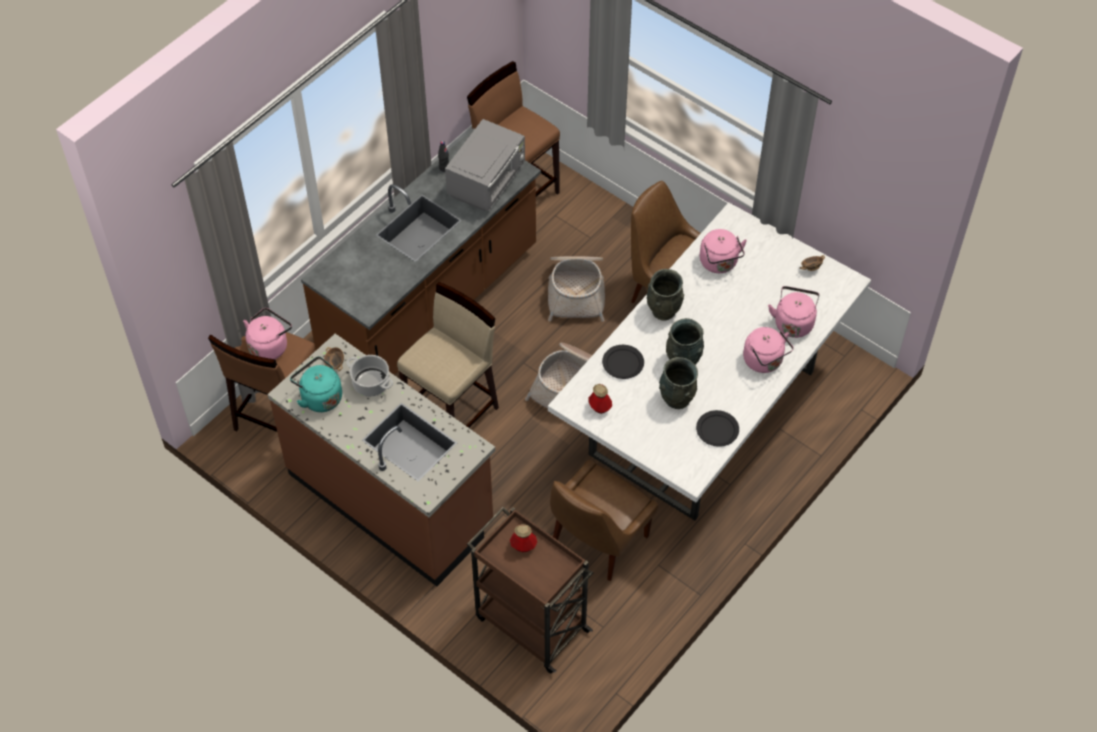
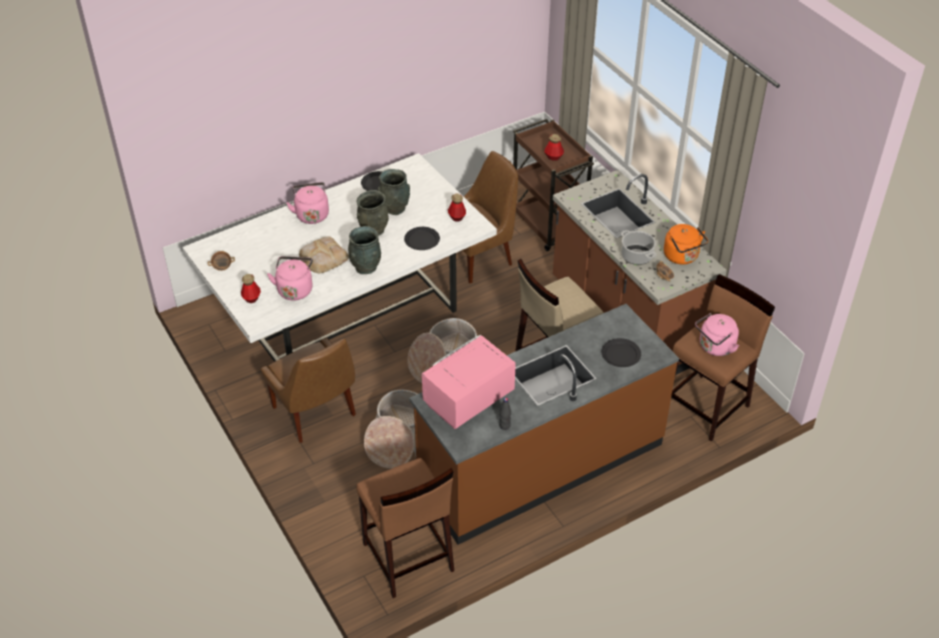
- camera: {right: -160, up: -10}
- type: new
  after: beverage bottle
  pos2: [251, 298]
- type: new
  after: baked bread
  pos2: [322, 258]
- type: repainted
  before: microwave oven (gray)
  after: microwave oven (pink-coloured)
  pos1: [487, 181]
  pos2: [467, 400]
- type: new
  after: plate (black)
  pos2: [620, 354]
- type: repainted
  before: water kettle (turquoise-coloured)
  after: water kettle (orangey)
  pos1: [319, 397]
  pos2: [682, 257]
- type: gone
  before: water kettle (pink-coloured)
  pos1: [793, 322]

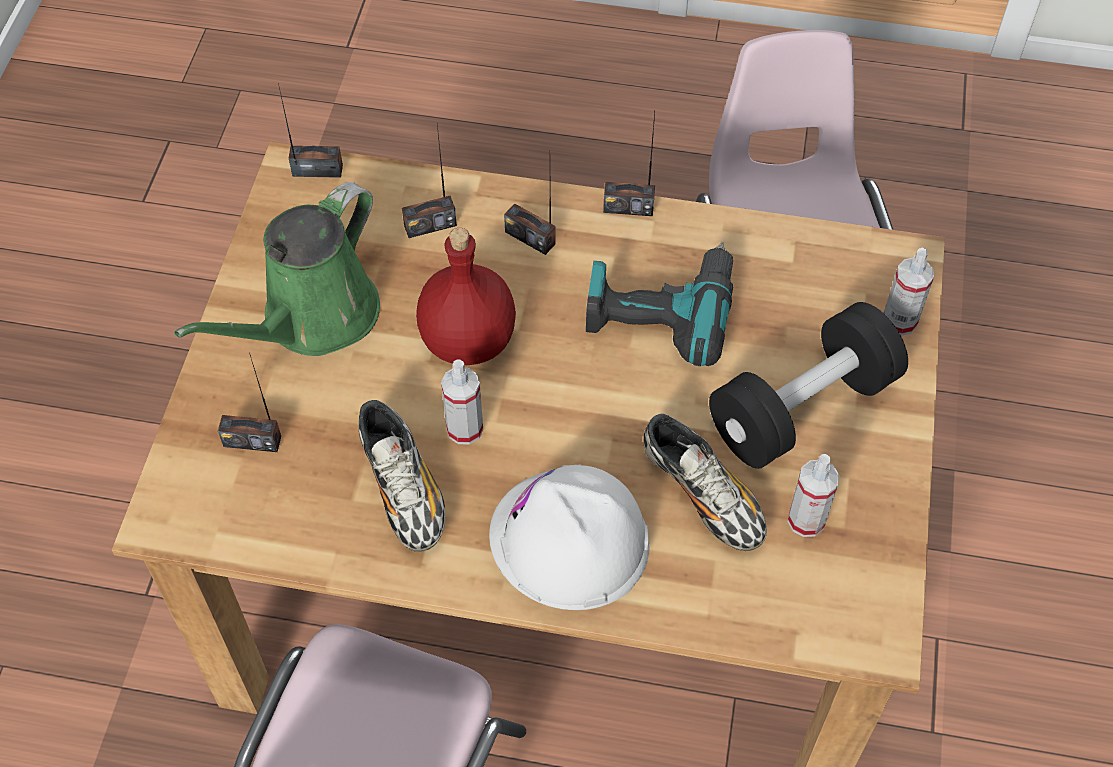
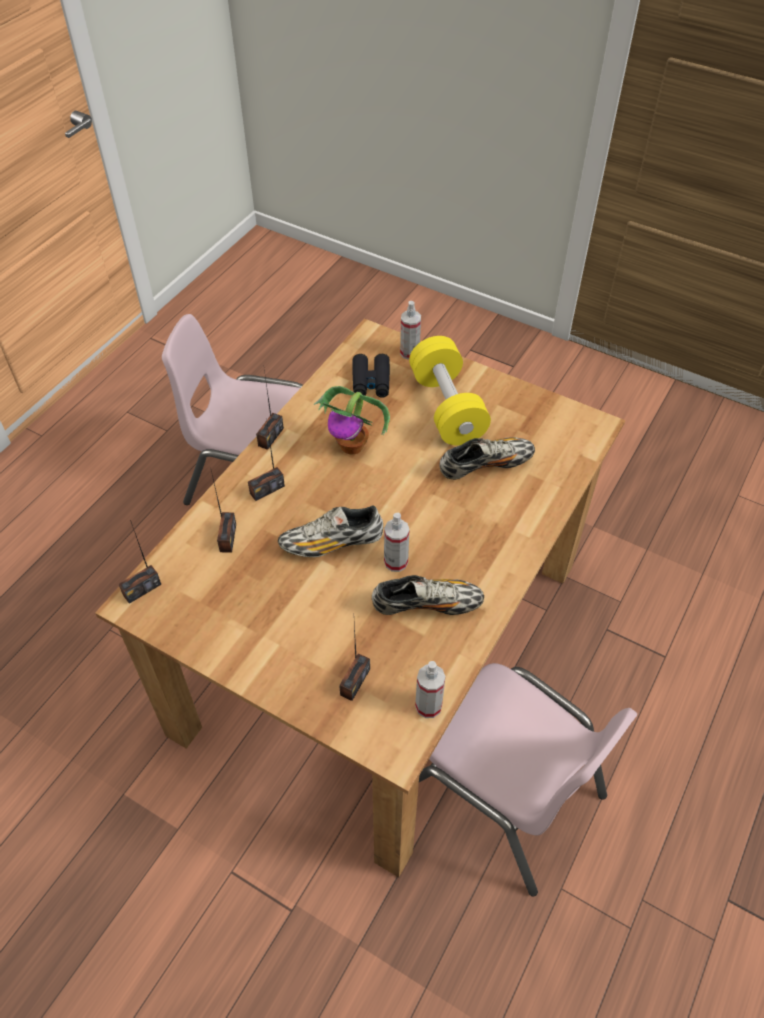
- camera: {right: -70, up: -5}
- type: rotated
  before: radio
  pos1: [317, 171]
  pos2: [142, 589]
  turn: -150
- type: swapped
  before: beverage bottle (red)
  after: item of footwear
  pos1: [467, 342]
  pos2: [332, 543]
- type: swapped
  before: power drill
  after: houseplant
  pos1: [659, 309]
  pos2: [353, 445]
- type: new
  after: pair of binoculars (black)
  pos2: [371, 381]
- type: repainted
  before: free weight (black)
  after: free weight (yellowish)
  pos1: [802, 408]
  pos2: [447, 408]
- type: shifted
  before: sprayer
  pos1: [806, 520]
  pos2: [428, 706]
- type: gone
  before: sprinkling can (green-coloured)
  pos1: [313, 319]
- type: gone
  before: work helmet (white-coloured)
  pos1: [569, 540]

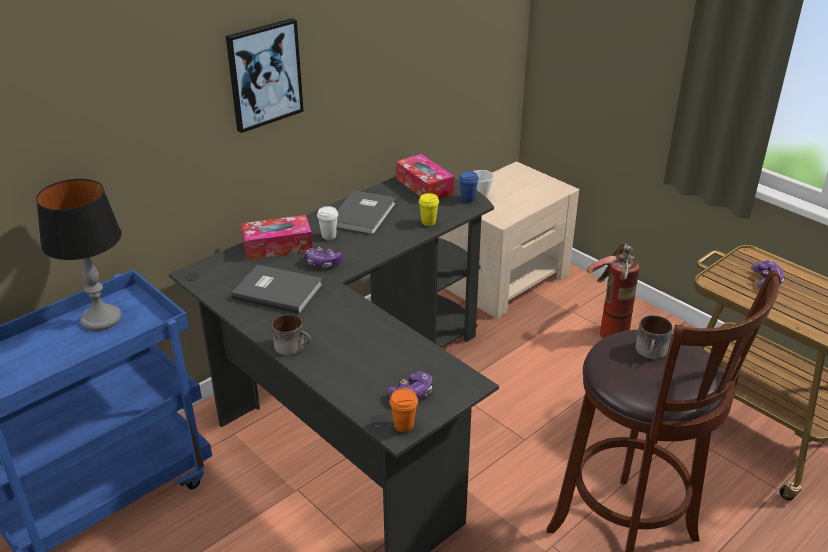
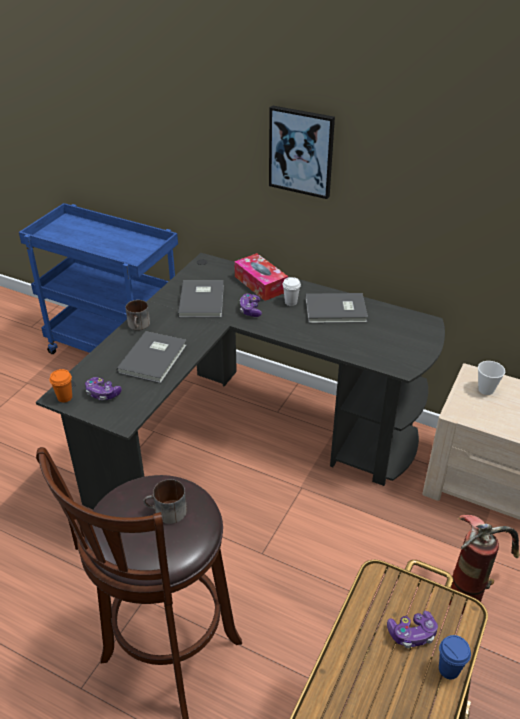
- camera: {right: 70, up: 5}
- type: new
  after: volume (gray)
  pos2: [155, 358]
- type: shifted
  before: cup (blue)
  pos1: [468, 199]
  pos2: [449, 669]
- type: gone
  before: table lamp
  pos1: [101, 319]
- type: gone
  before: box of tissues
  pos1: [424, 186]
- type: gone
  before: cup (yellowish)
  pos1: [428, 222]

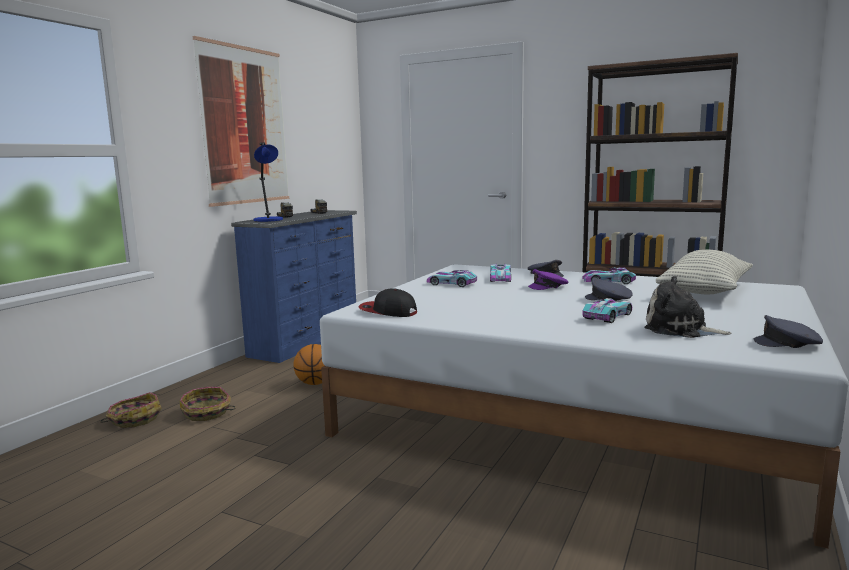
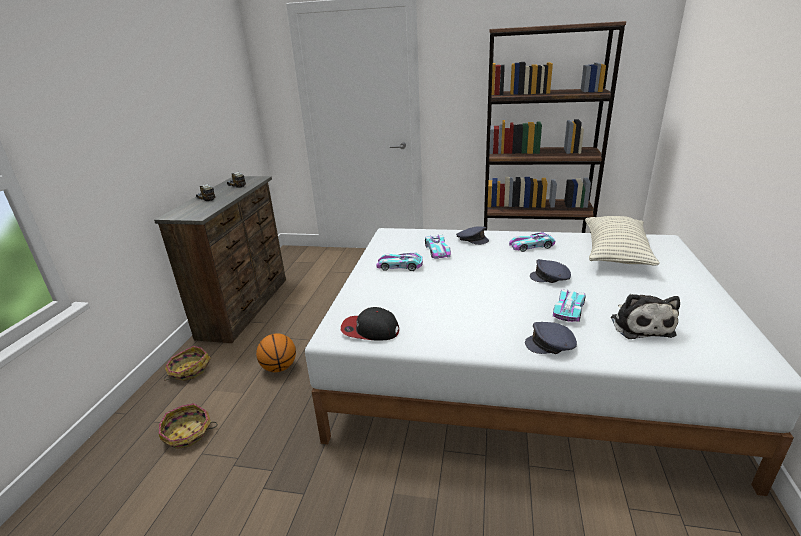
- camera: {right: -15, up: 15}
- type: repainted
  before: chest of drawers (blue)
  after: chest of drawers (brownish)
  pos1: [307, 341]
  pos2: [246, 306]
- type: shifted
  before: storage basket
  pos1: [134, 419]
  pos2: [189, 370]
- type: shifted
  before: baseball cap (gray)
  pos1: [788, 344]
  pos2: [551, 345]
- type: rotated
  before: plush toy
  pos1: [680, 329]
  pos2: [640, 325]
  turn: -105
- type: gone
  before: wall art
  pos1: [244, 125]
- type: gone
  before: table lamp (blue)
  pos1: [269, 220]
- type: gone
  before: baseball cap (purple)
  pos1: [549, 287]

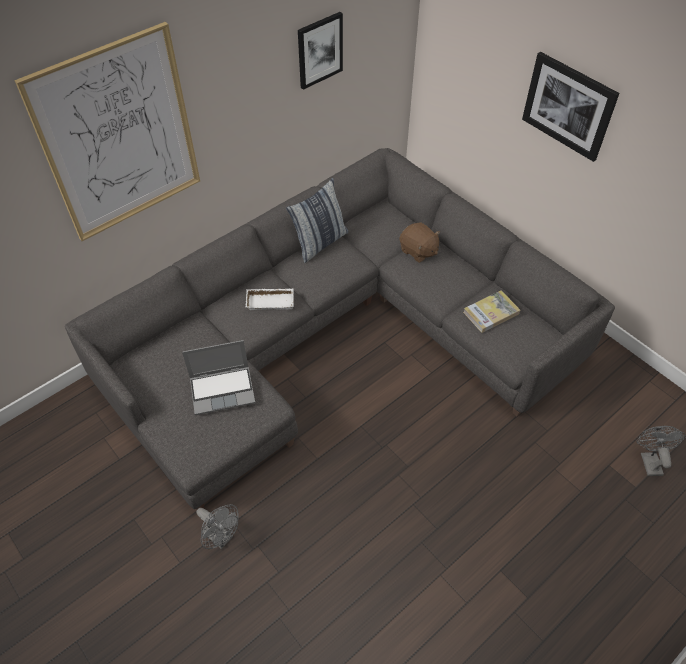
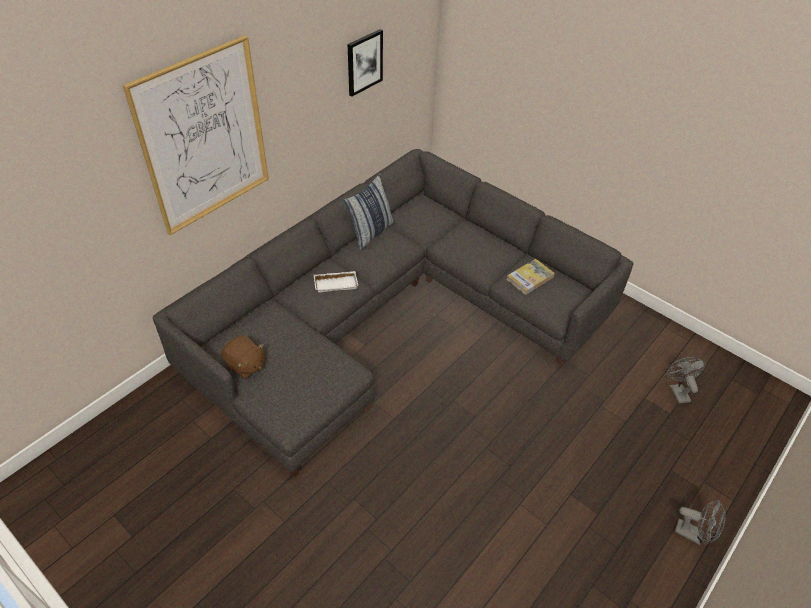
- camera: {right: -10, up: -5}
- type: shifted
  before: plush toy (brownish)
  pos1: [418, 251]
  pos2: [245, 365]
- type: shifted
  before: cooling fan (gray)
  pos1: [221, 537]
  pos2: [693, 534]
- type: gone
  before: notebook computer
  pos1: [223, 390]
- type: gone
  before: wall art
  pos1: [568, 106]

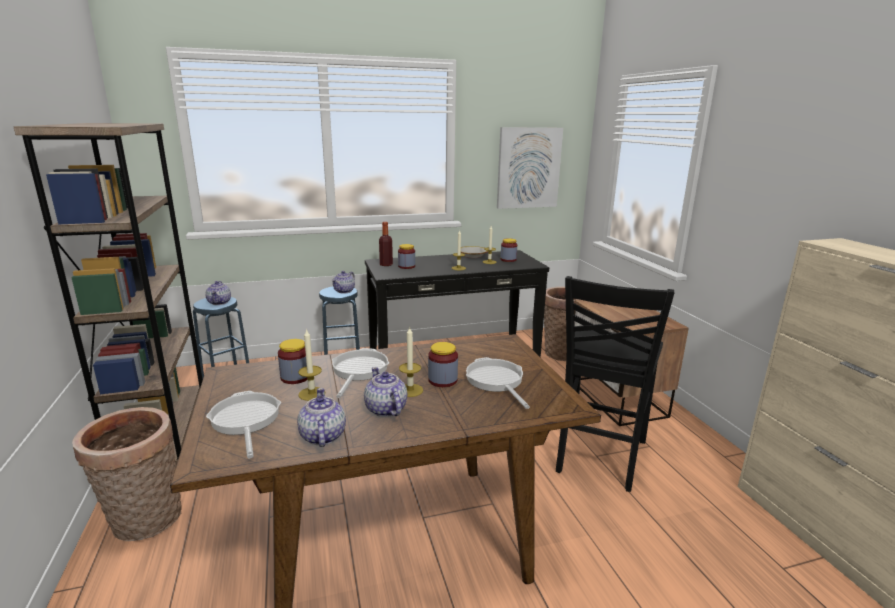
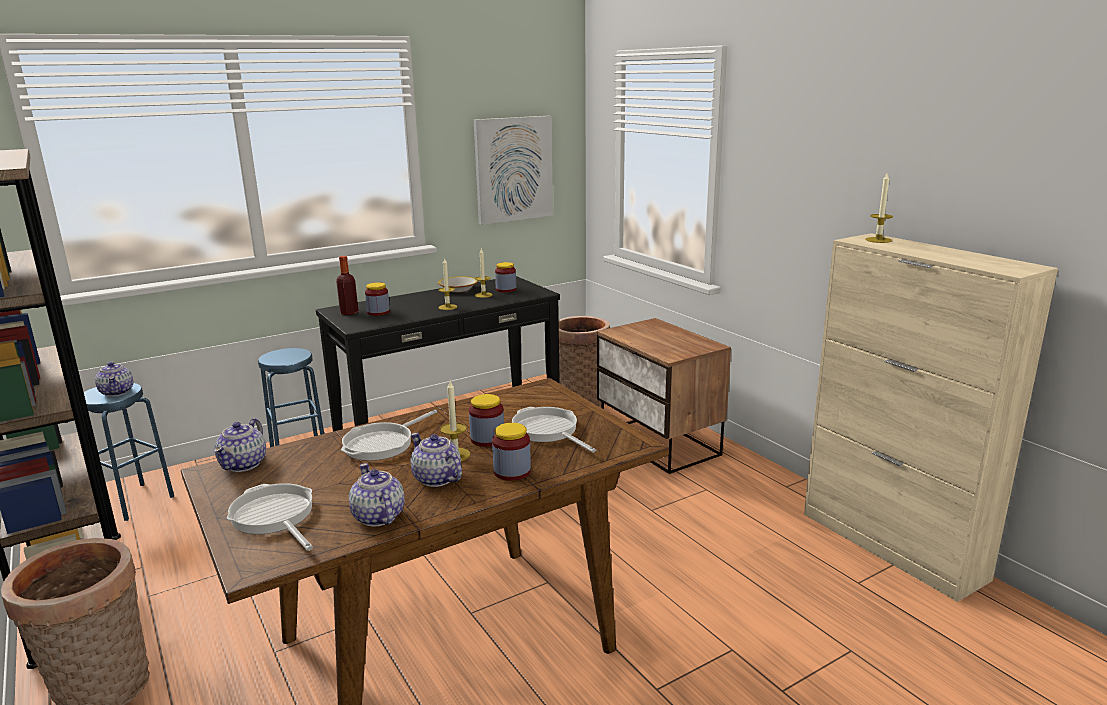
- camera: {right: -15, up: 0}
- type: shifted
  before: teapot
  pos1: [344, 291]
  pos2: [244, 464]
- type: rotated
  before: frying pan
  pos1: [358, 371]
  pos2: [382, 444]
  turn: -135
- type: shifted
  before: preserve jar
  pos1: [295, 377]
  pos2: [512, 472]
- type: shifted
  before: candle
  pos1: [312, 394]
  pos2: [878, 240]
- type: gone
  before: upright chair (black)
  pos1: [598, 456]

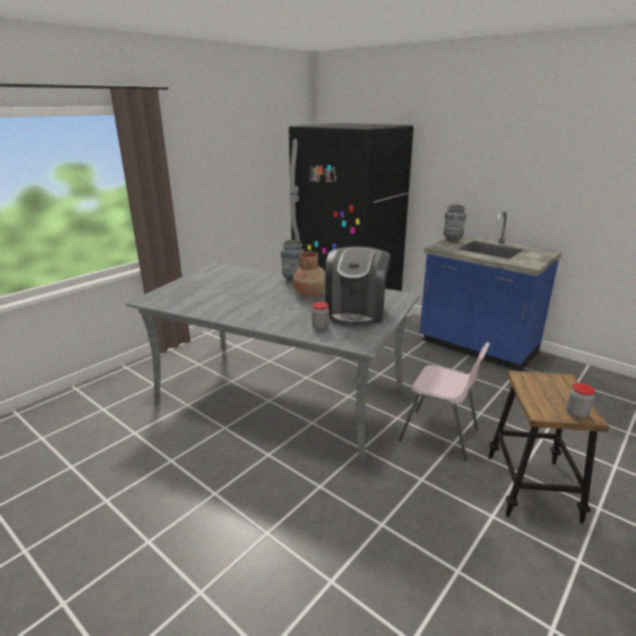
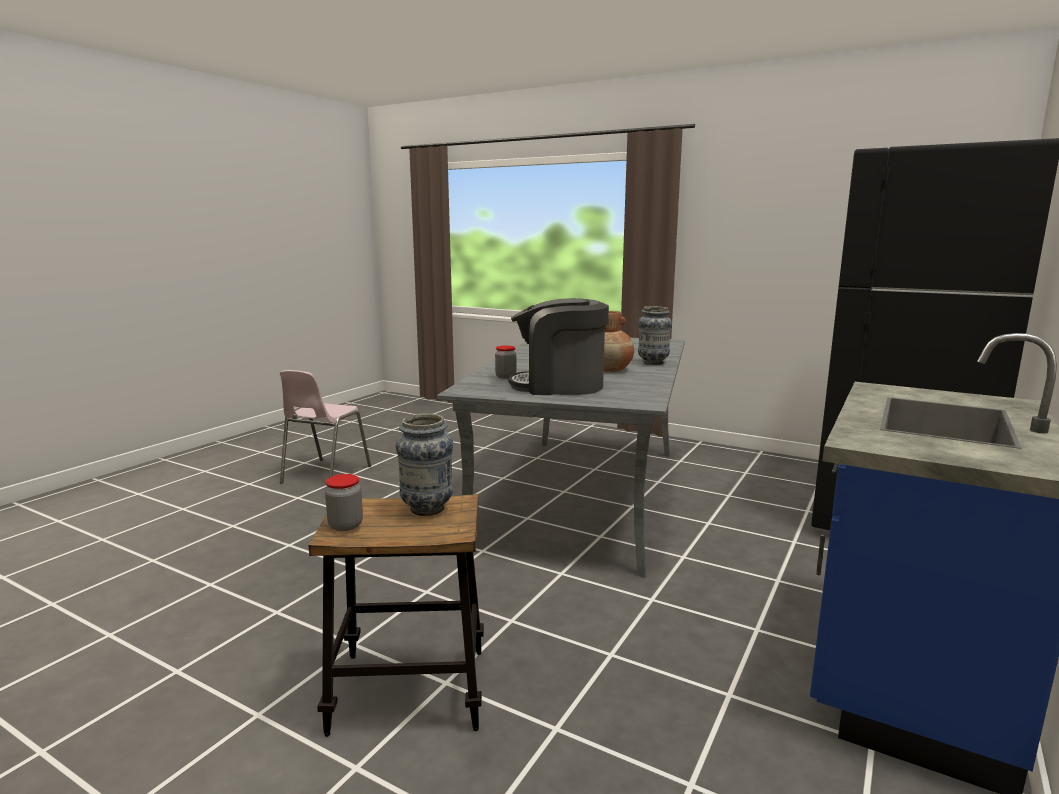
- camera: {right: 80, up: -10}
- type: shifted
  before: upright chair (pink-coloured)
  pos1: [439, 435]
  pos2: [325, 475]
- type: shifted
  before: decorative vase
  pos1: [452, 240]
  pos2: [427, 509]

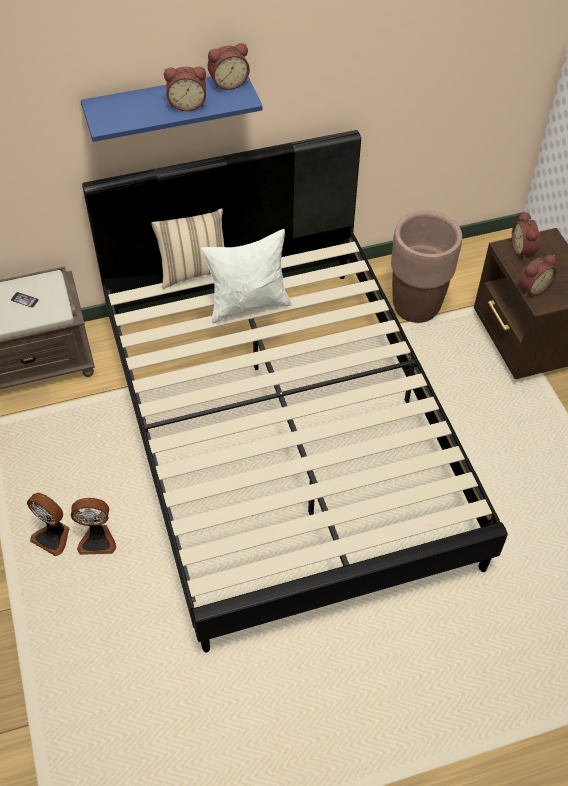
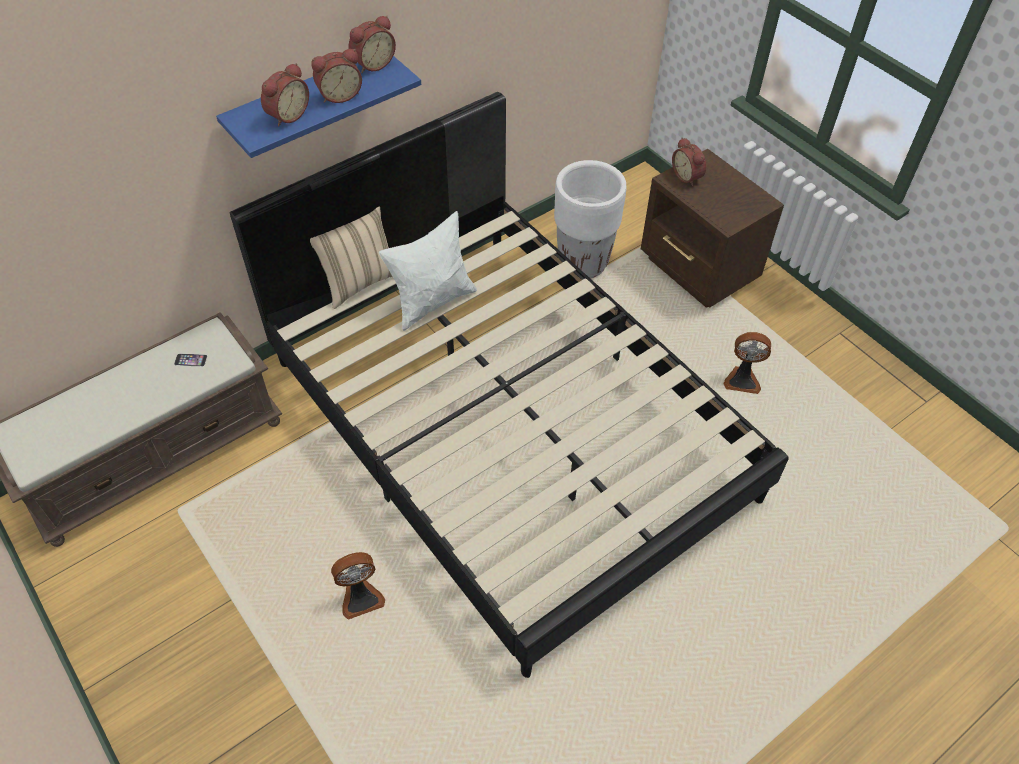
- camera: {right: -20, up: 0}
- type: shifted
  before: alarm clock
  pos1: [532, 287]
  pos2: [287, 115]
- type: repainted
  before: plant pot (brownish)
  after: plant pot (white-coloured)
  pos1: [416, 307]
  pos2: [583, 263]
- type: shifted
  before: cooling fan
  pos1: [53, 537]
  pos2: [742, 380]

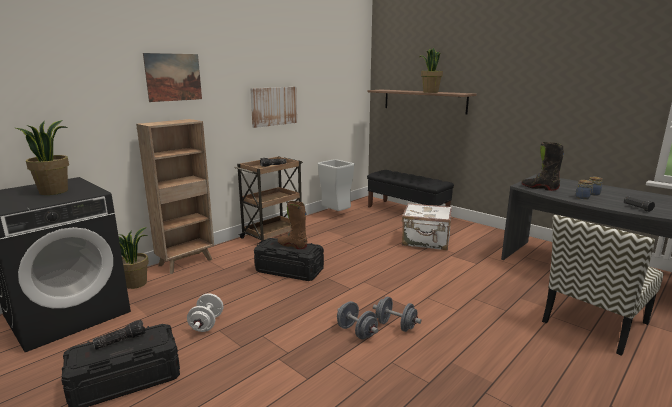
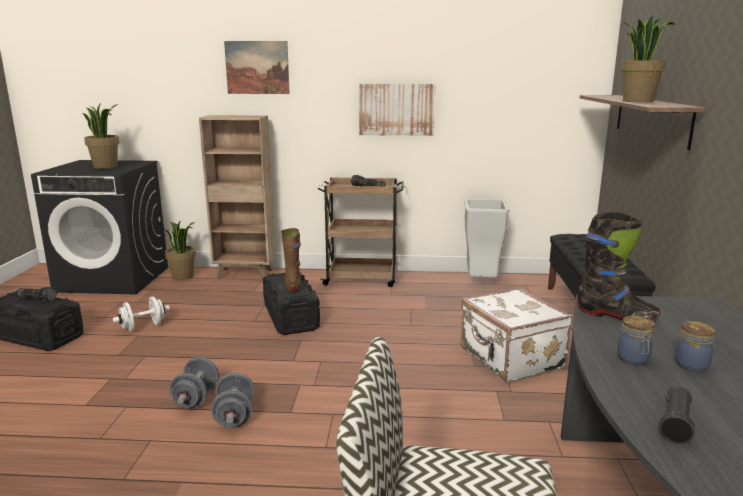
- camera: {right: 50, up: 0}
- type: rotated
  before: high-top boot (black)
  pos1: [539, 188]
  pos2: [616, 315]
  turn: 120

